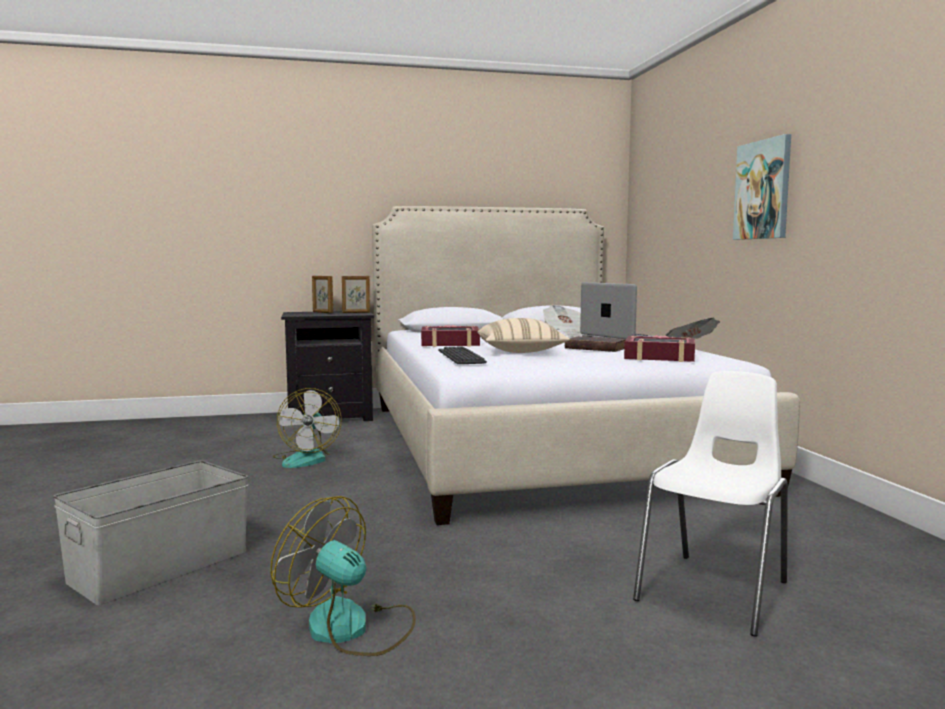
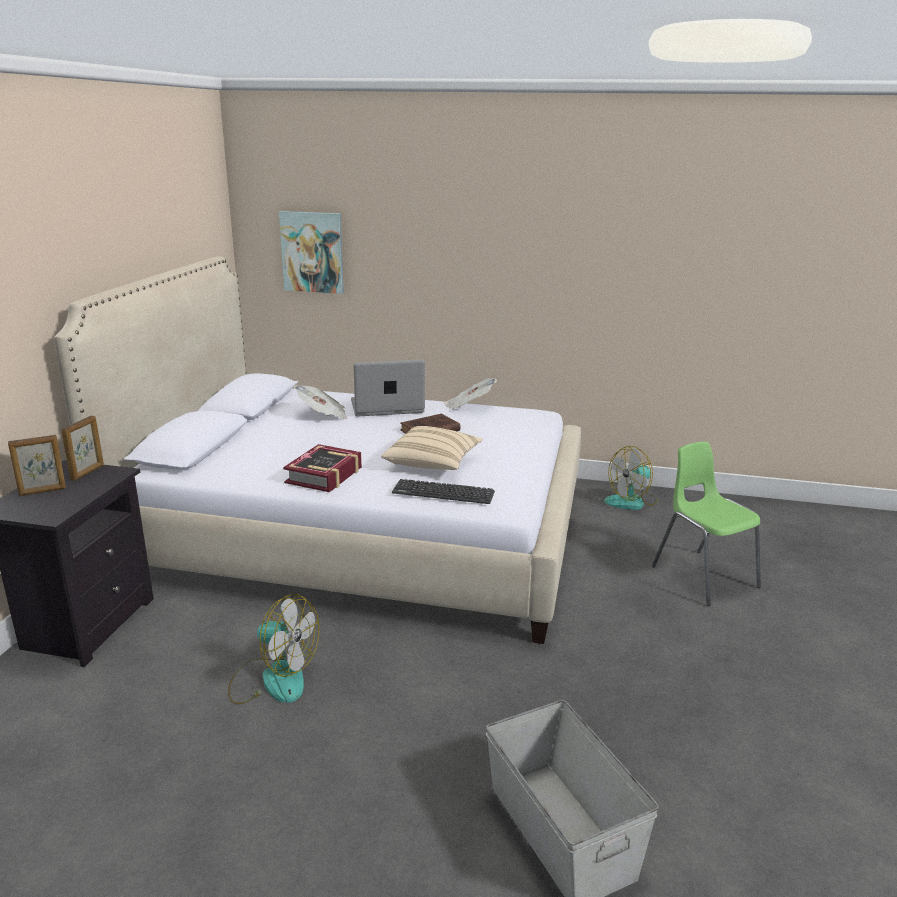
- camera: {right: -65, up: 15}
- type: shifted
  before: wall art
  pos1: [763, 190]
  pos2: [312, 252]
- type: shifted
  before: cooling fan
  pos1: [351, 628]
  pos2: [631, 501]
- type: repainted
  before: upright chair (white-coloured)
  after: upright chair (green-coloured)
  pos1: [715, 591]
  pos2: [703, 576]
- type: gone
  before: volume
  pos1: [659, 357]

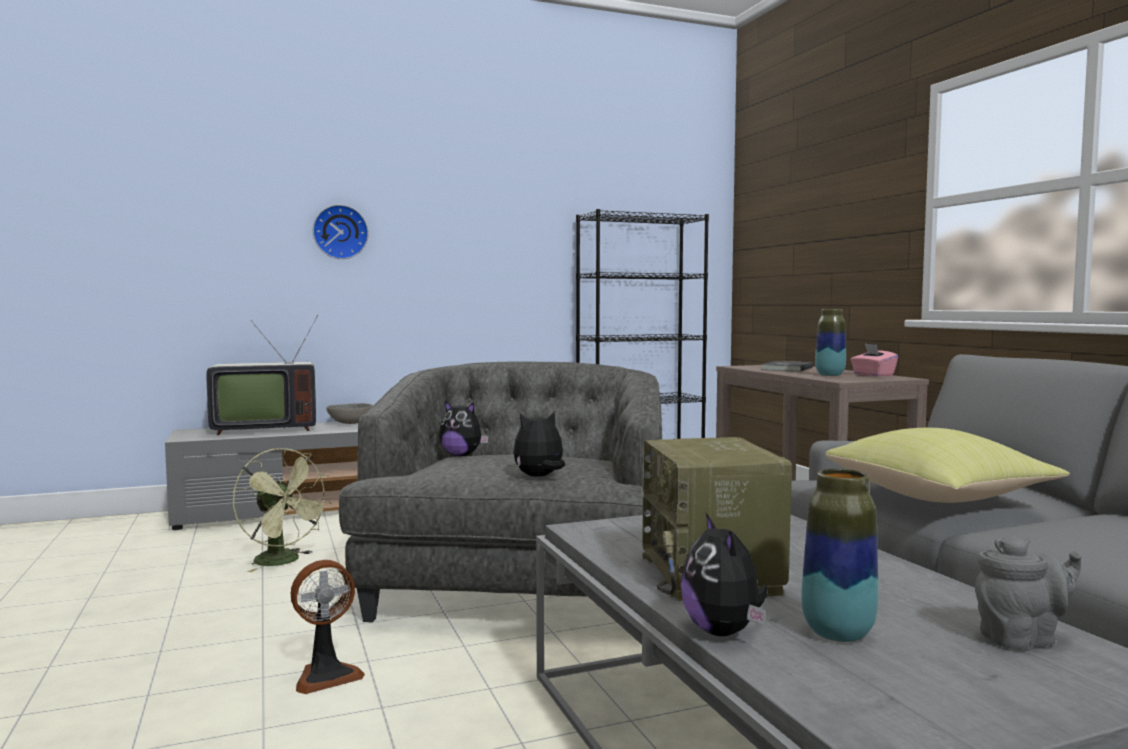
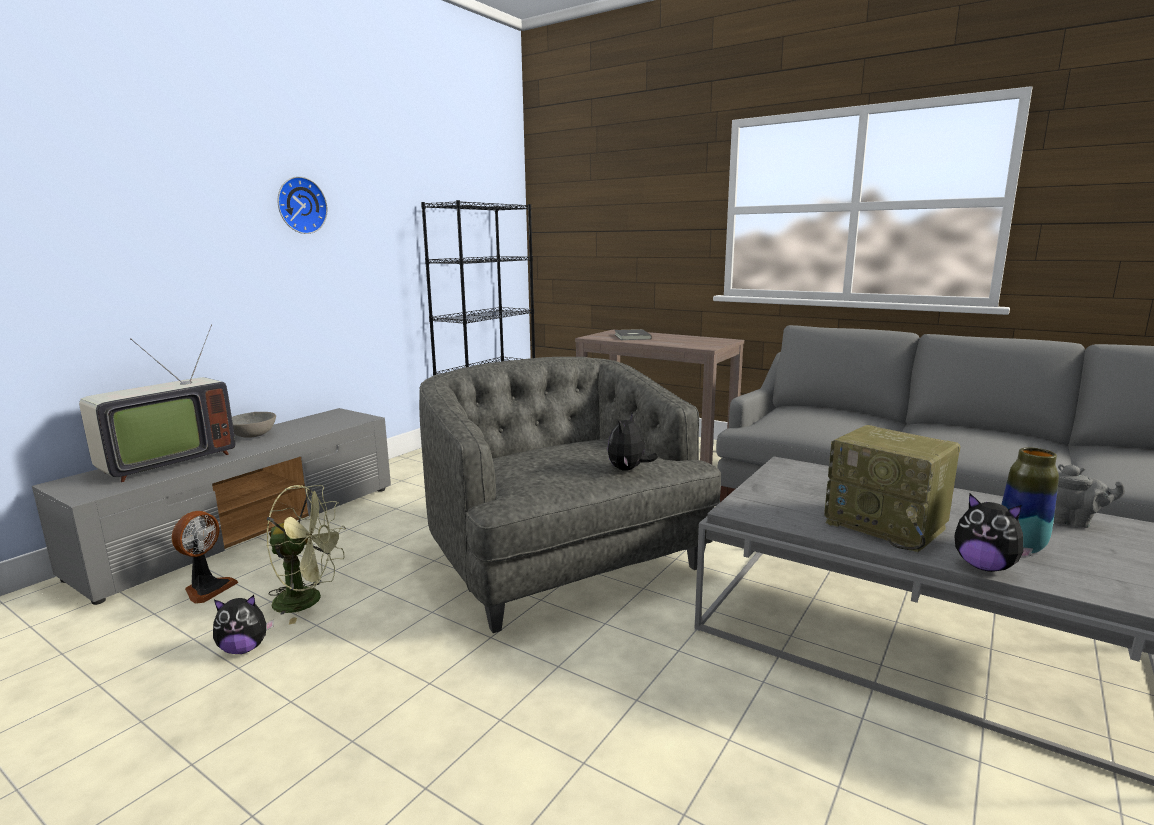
- camera: {right: -35, up: 10}
- type: shifted
  before: cooling fan
  pos1: [326, 676]
  pos2: [207, 589]
- type: shifted
  before: plush toy
  pos1: [462, 455]
  pos2: [244, 649]
- type: shifted
  before: hanging clock
  pos1: [340, 232]
  pos2: [300, 205]
- type: rotated
  before: teapot (gray)
  pos1: [1022, 638]
  pos2: [1072, 522]
  turn: 75
- type: gone
  before: decorative vase
  pos1: [830, 375]
- type: gone
  before: throw pillow (yellowish)
  pos1: [940, 498]
- type: gone
  before: box of tissues (pink-coloured)
  pos1: [872, 375]

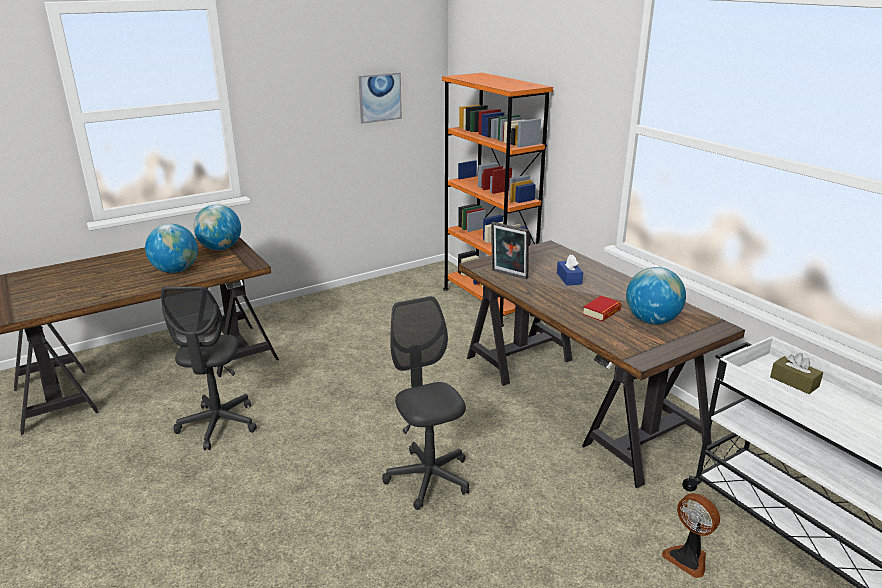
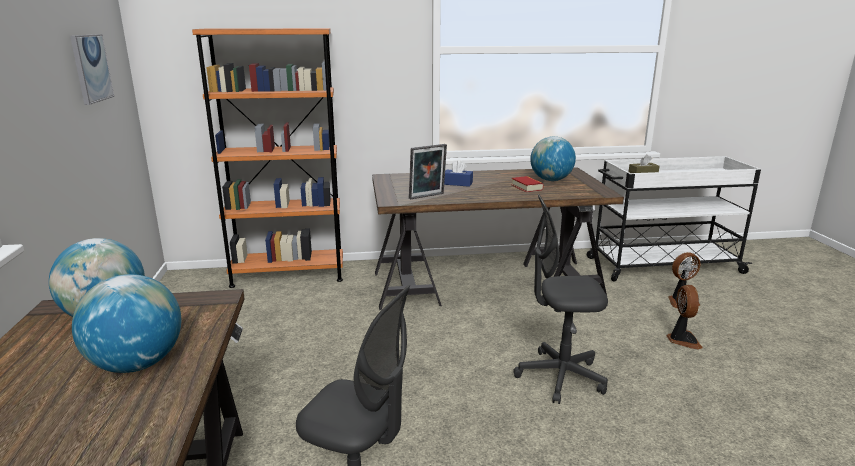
- camera: {right: -65, up: -5}
- type: new
  after: cooling fan
  pos2: [682, 340]

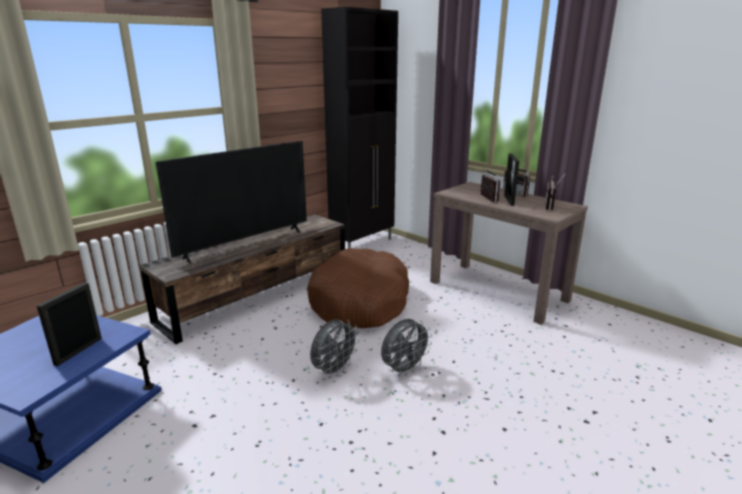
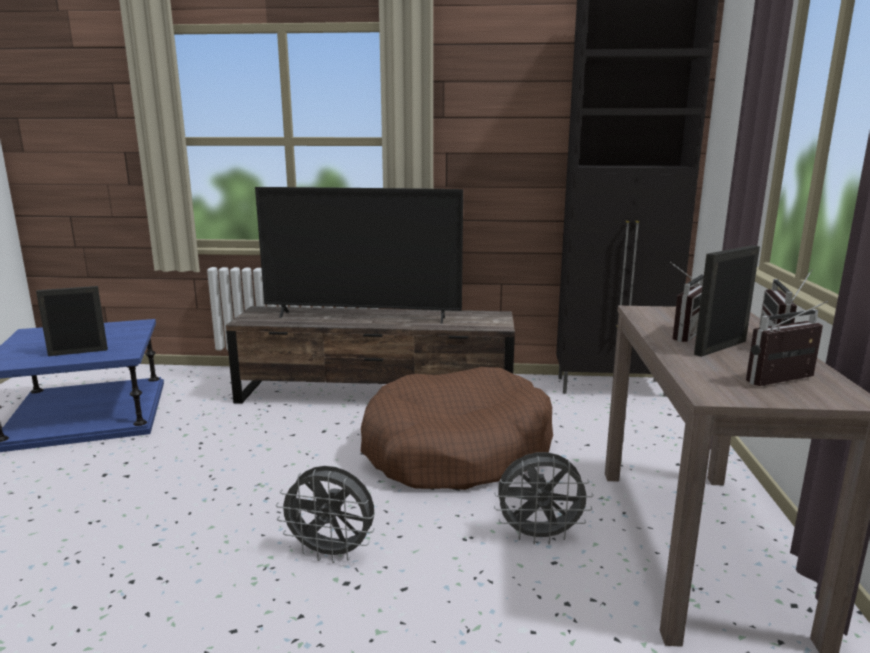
- camera: {right: 50, up: -5}
- type: shifted
  before: cooling fan (gray)
  pos1: [334, 370]
  pos2: [539, 536]

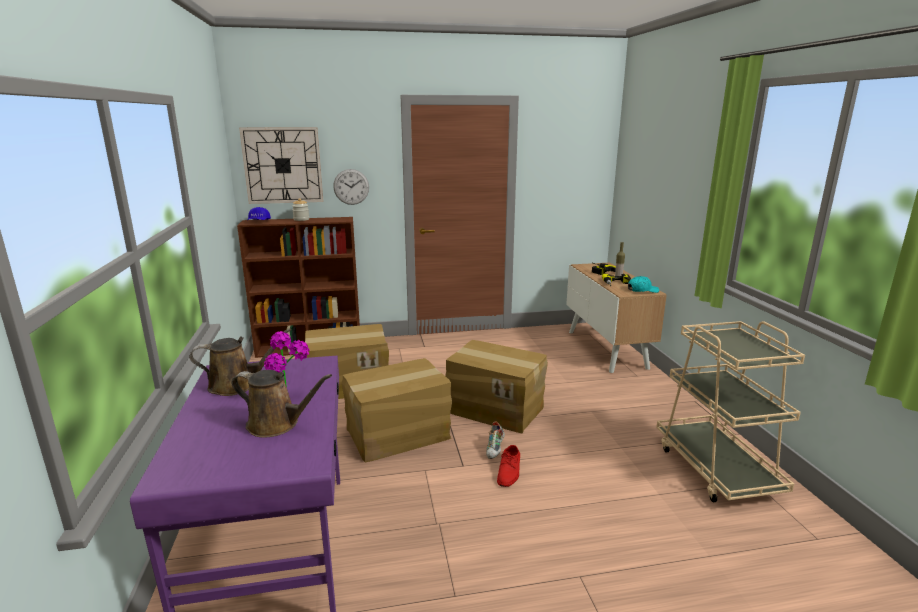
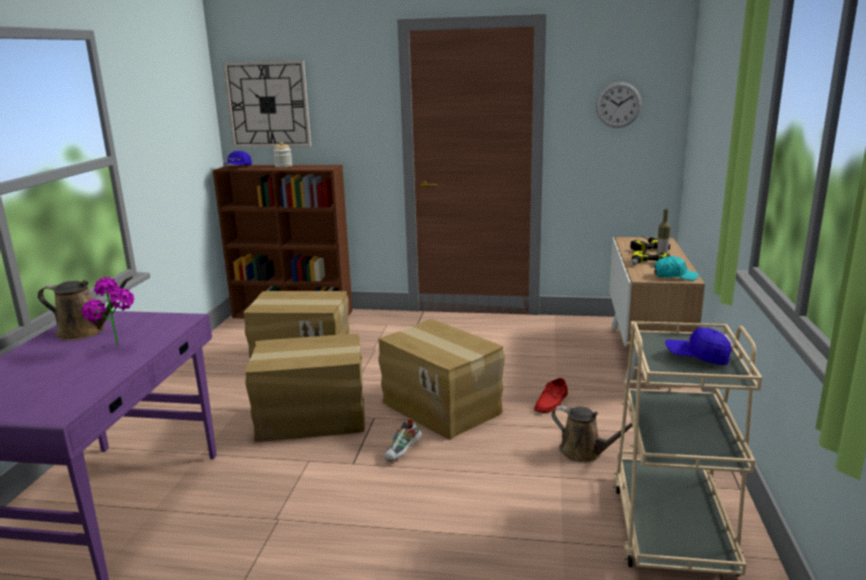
- camera: {right: 20, up: 0}
- type: shifted
  before: item of footwear (red)
  pos1: [509, 471]
  pos2: [552, 402]
- type: shifted
  before: sprinkling can (brownish)
  pos1: [277, 424]
  pos2: [585, 452]
- type: shifted
  before: hanging clock
  pos1: [351, 187]
  pos2: [618, 105]
- type: new
  after: baseball cap (blue)
  pos2: [697, 357]

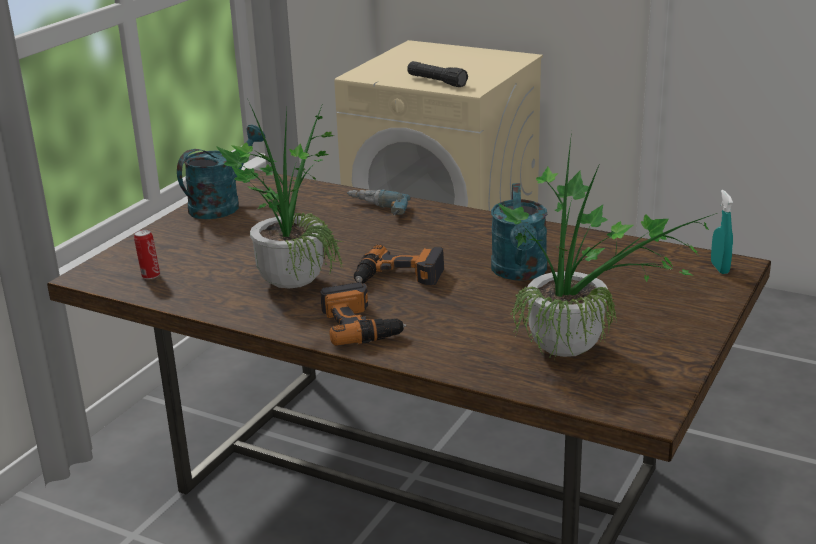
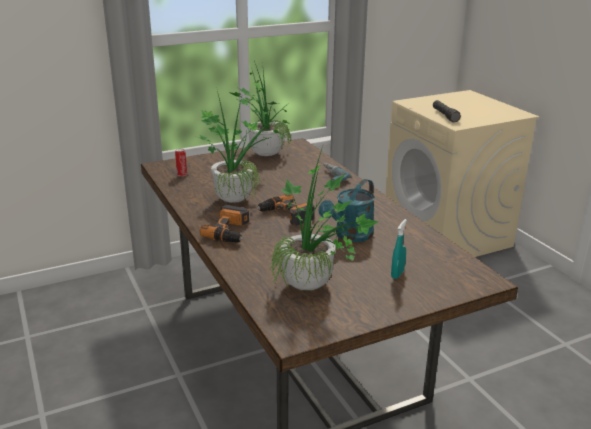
- camera: {right: 35, up: 0}
- type: swapped
  before: sprinkling can (turquoise-coloured)
  after: houseplant
  pos1: [221, 205]
  pos2: [262, 152]
- type: shifted
  before: sprayer (turquoise-coloured)
  pos1: [719, 268]
  pos2: [397, 274]

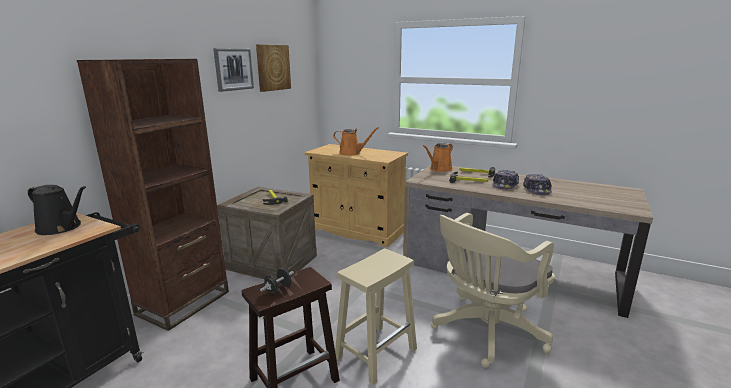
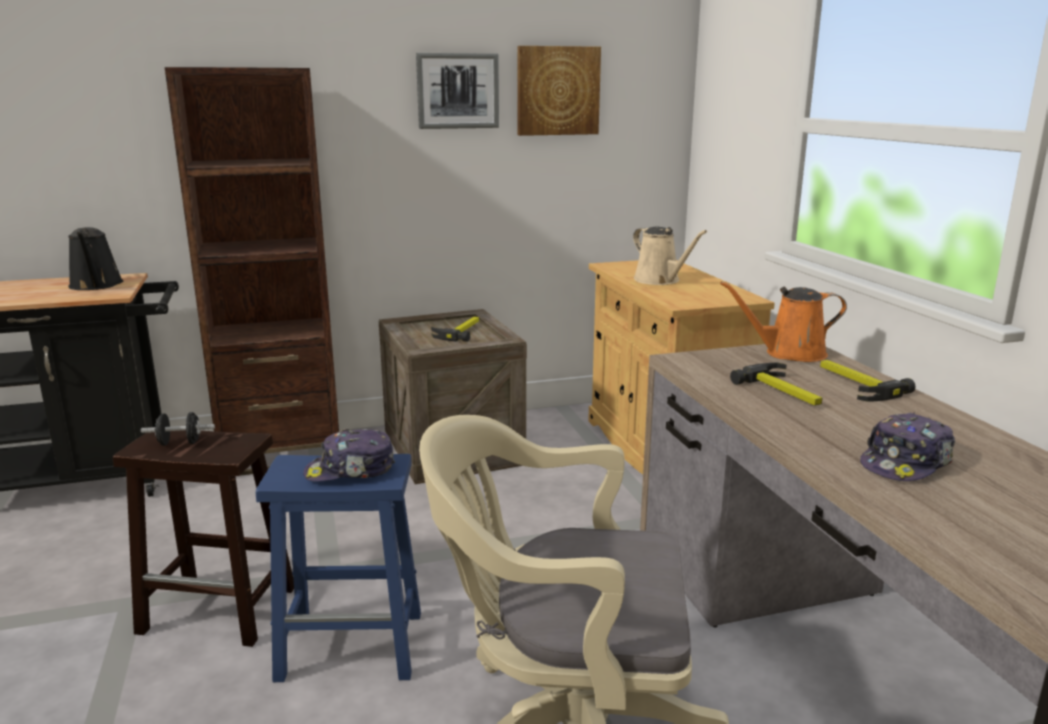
- camera: {right: 45, up: 0}
- type: repainted
  before: stool seat (beige-coloured)
  after: stool seat (blue)
  pos1: [376, 352]
  pos2: [354, 645]
- type: shifted
  before: baseball cap
  pos1: [505, 185]
  pos2: [350, 470]
- type: repainted
  before: sprinkling can (orangey)
  after: sprinkling can (beige-coloured)
  pos1: [352, 153]
  pos2: [660, 280]

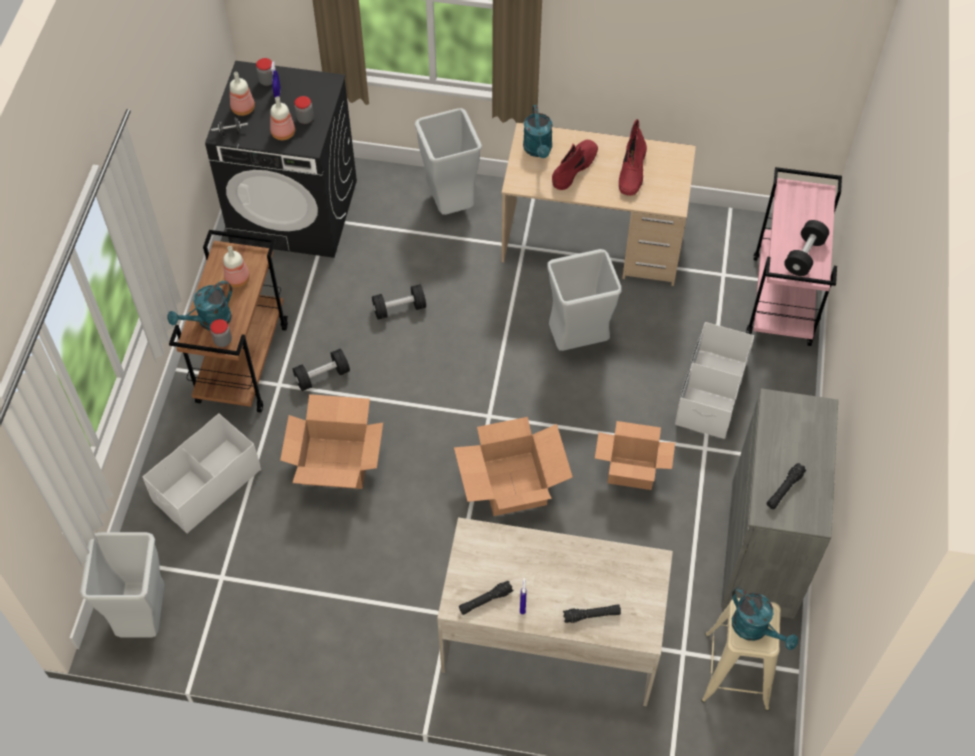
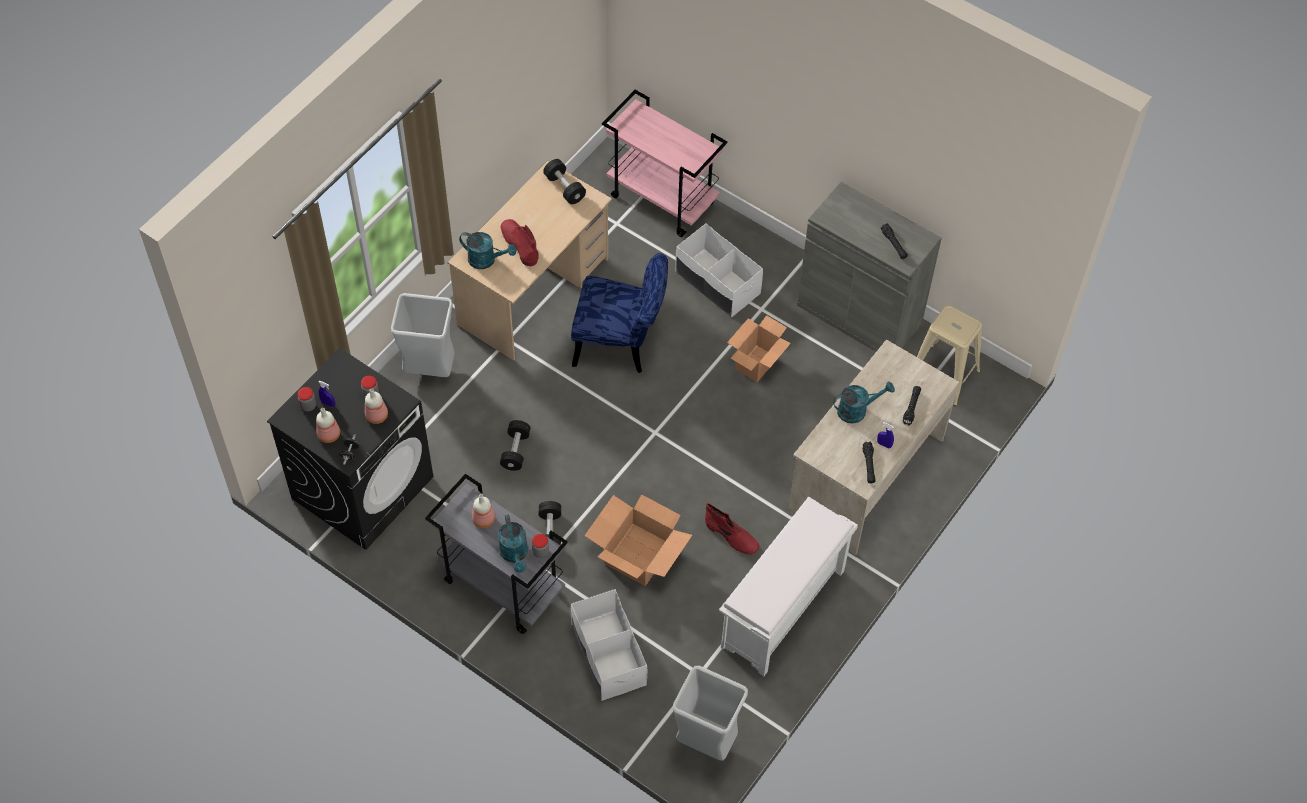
- camera: {right: -65, up: 0}
- type: repainted
  before: cart (brownish)
  after: cart (gray)
  pos1: [242, 362]
  pos2: [501, 586]
- type: shifted
  before: free weight (black)
  pos1: [804, 255]
  pos2: [564, 188]
- type: swapped
  before: waste bin (gray)
  after: upright chair (blue)
  pos1: [577, 341]
  pos2: [621, 344]
- type: shifted
  before: high-top boot (red)
  pos1: [632, 172]
  pos2: [732, 536]
- type: new
  after: indoor bench (white-coloured)
  pos2: [782, 610]
- type: shifted
  before: sprinkling can (turquoise-coloured)
  pos1: [755, 629]
  pos2: [857, 410]
- type: gone
  before: carton
  pos1: [512, 484]

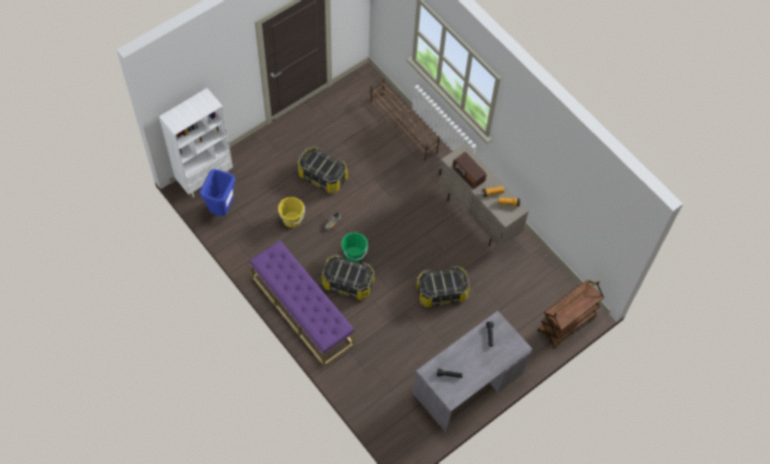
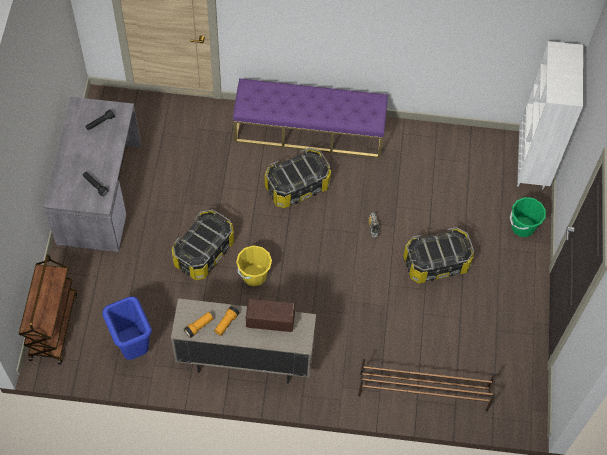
- camera: {right: 135, up: 0}
- type: shifted
  before: waste bin (blue)
  pos1: [222, 210]
  pos2: [133, 347]
- type: shifted
  before: pail (yellowish)
  pos1: [292, 219]
  pos2: [254, 275]
- type: shifted
  before: pail (green-coloured)
  pos1: [354, 255]
  pos2: [522, 226]

